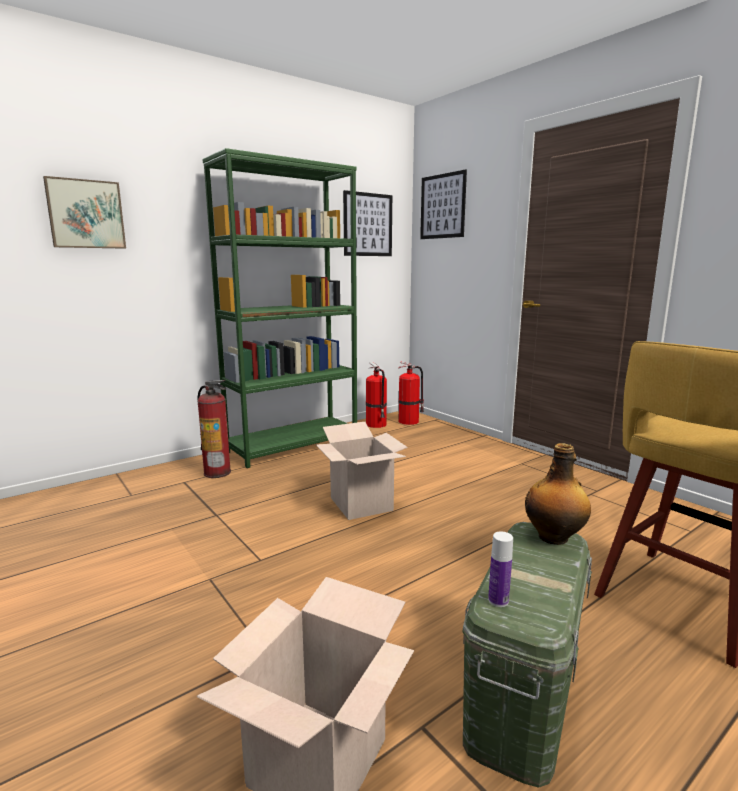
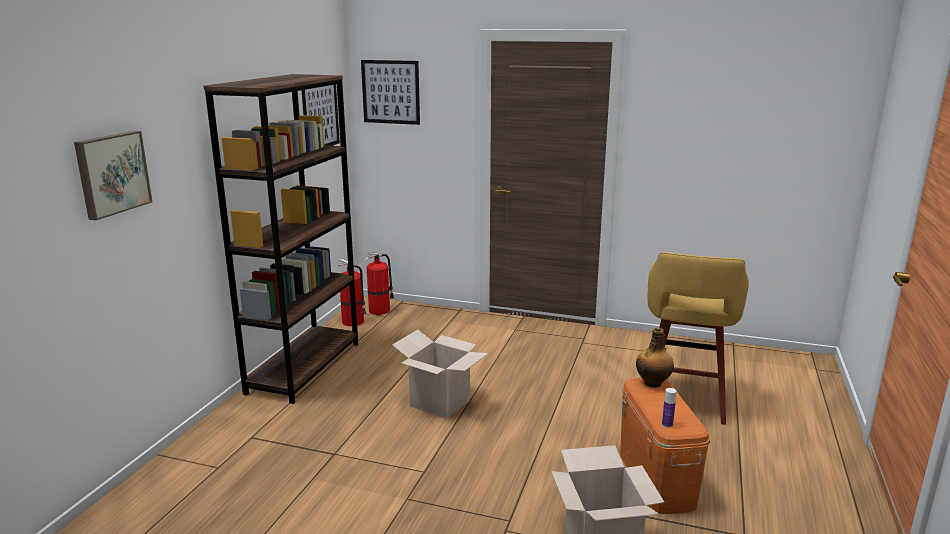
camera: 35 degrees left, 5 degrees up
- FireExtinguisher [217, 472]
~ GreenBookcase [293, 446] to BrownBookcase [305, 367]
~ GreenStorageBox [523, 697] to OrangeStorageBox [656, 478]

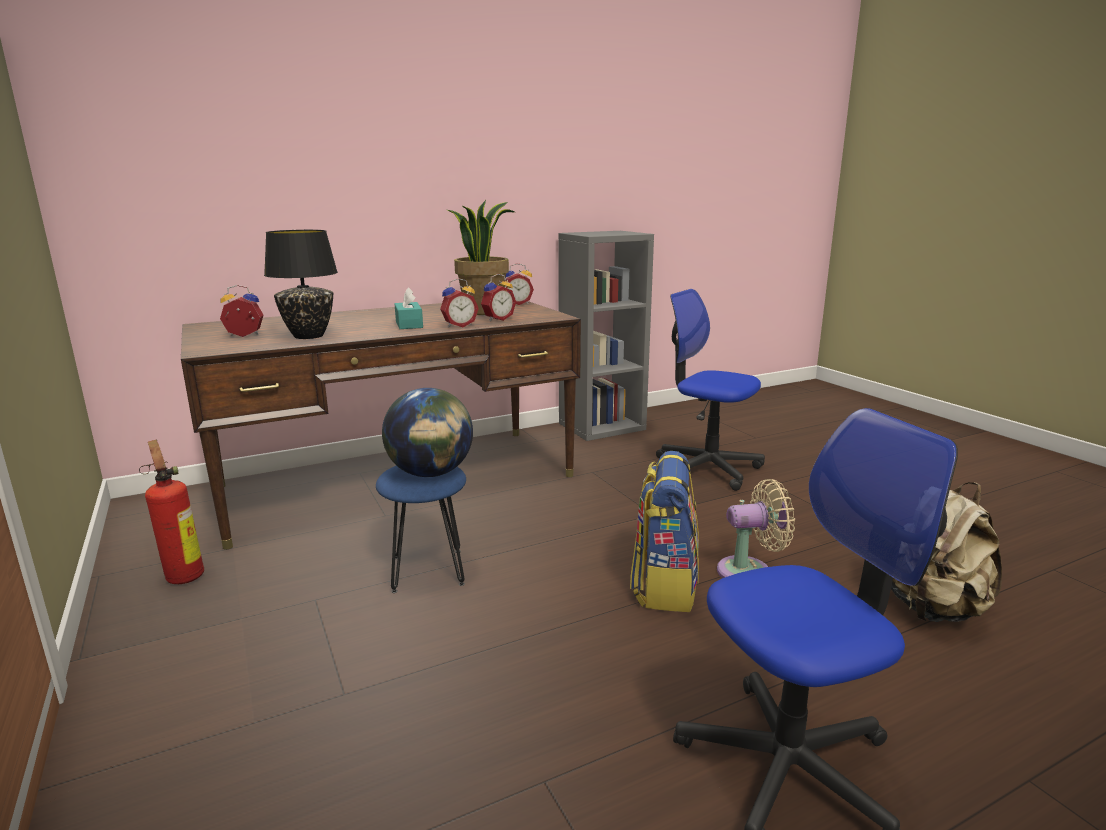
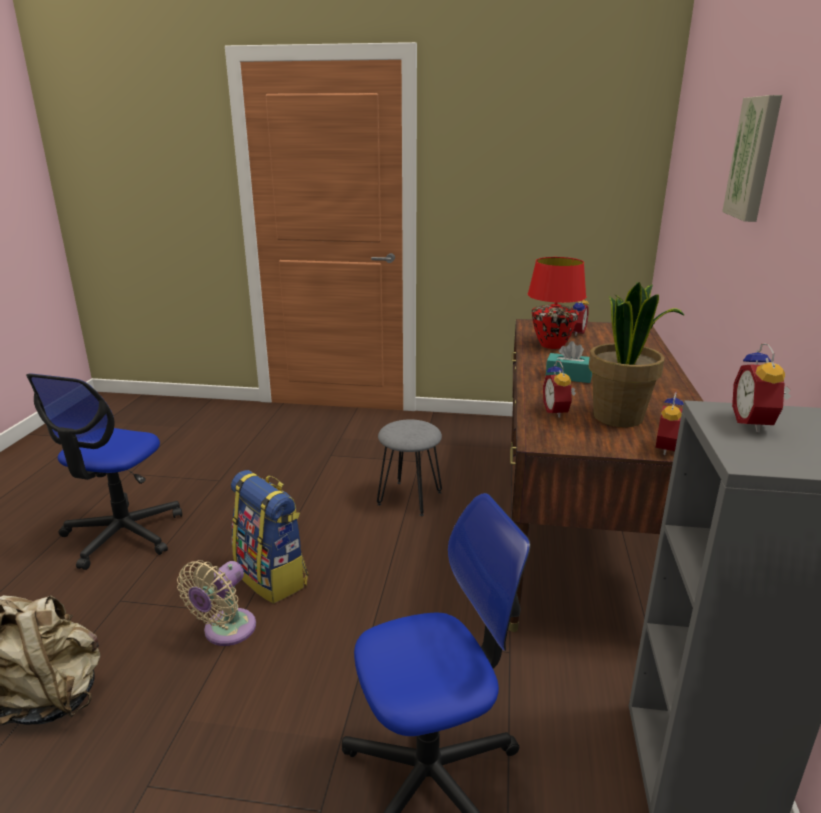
camera: 125 degrees right, 5 degrees up
- FireExtinguisher [185, 575]
- Globe [431, 473]
+ Picture [755, 158]
~ AlarmClock [459, 325] to [755, 423]
~ BlackTableLamp [309, 336] to RedTableLamp [551, 345]
~ BlueStool [427, 570] to GreyStool [409, 498]

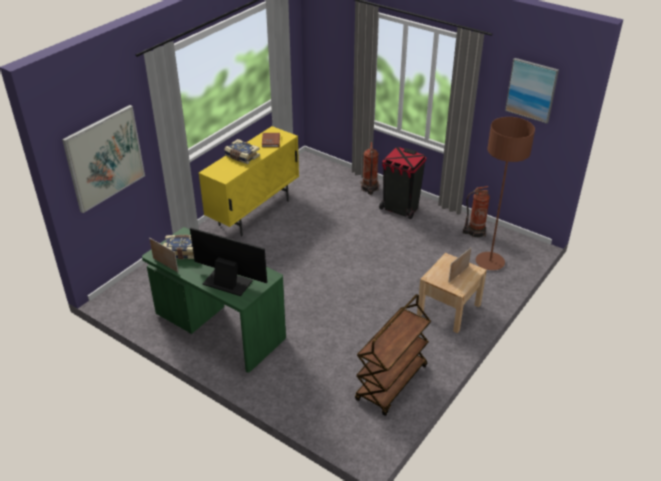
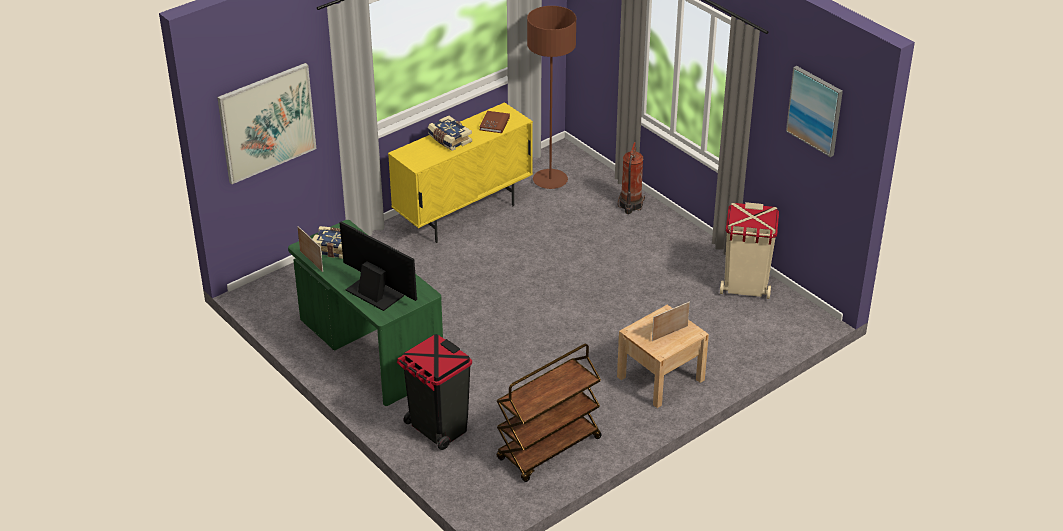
camera: 15 degrees right, 0 degrees up
~ BlackTrashCan [400, 209] to [438, 428]
~ BrownFloorLamp [490, 262] to [550, 180]
~ FireExtinguisher [475, 232] to BeigeTrashCan [745, 287]

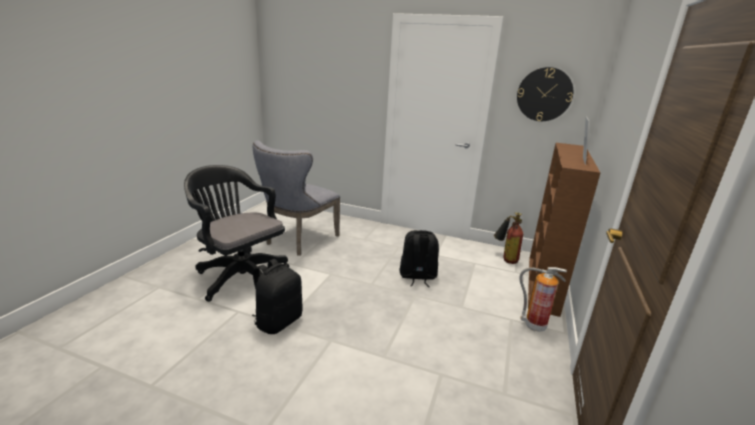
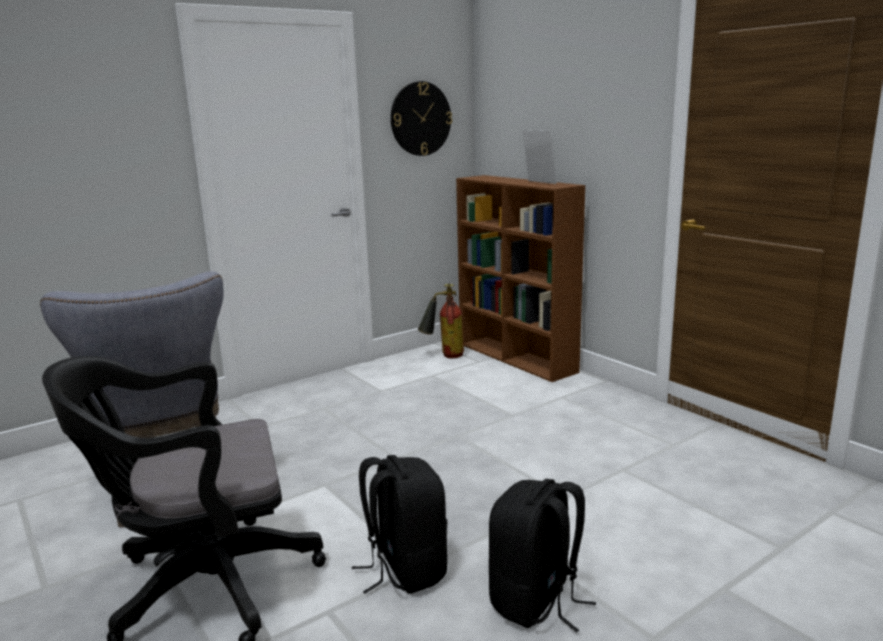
camera: 55 degrees left, 5 degrees down
- FireExtinguisher [533, 326]
~ BlackBackpack [417, 276] to [536, 602]

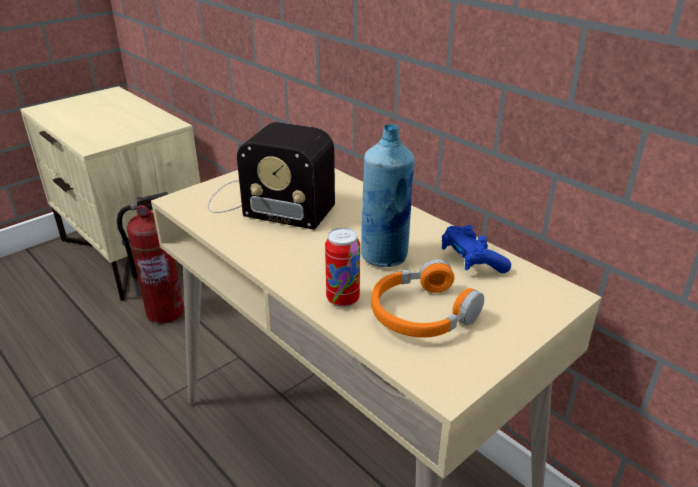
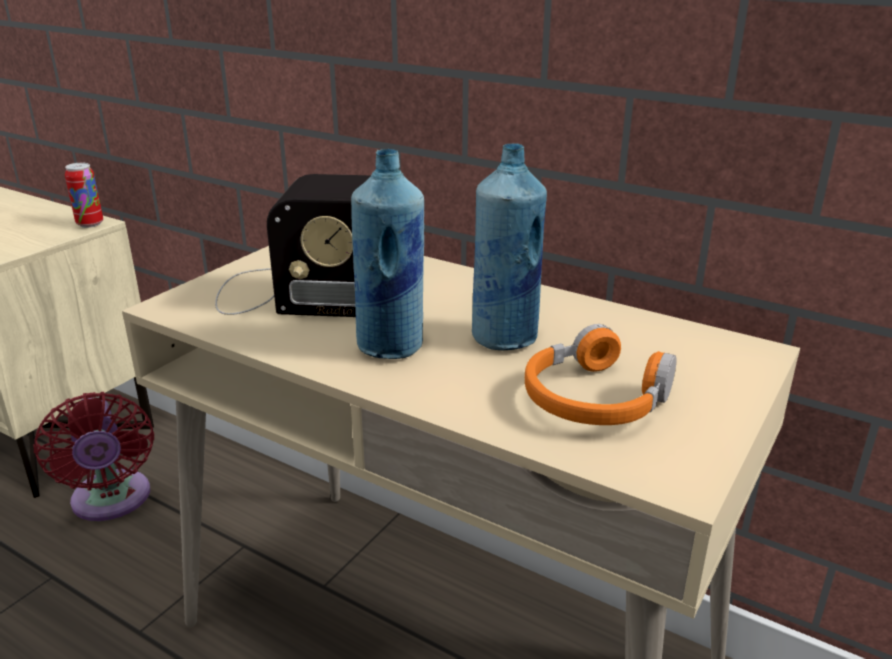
camera: 15 degrees left, 5 degrees down
- BlueGameController [471, 260]
+ BlueBottle [391, 347]
~ Can [343, 299] to [90, 224]
~ FireExtinguisher [166, 311] to RedFan [111, 501]

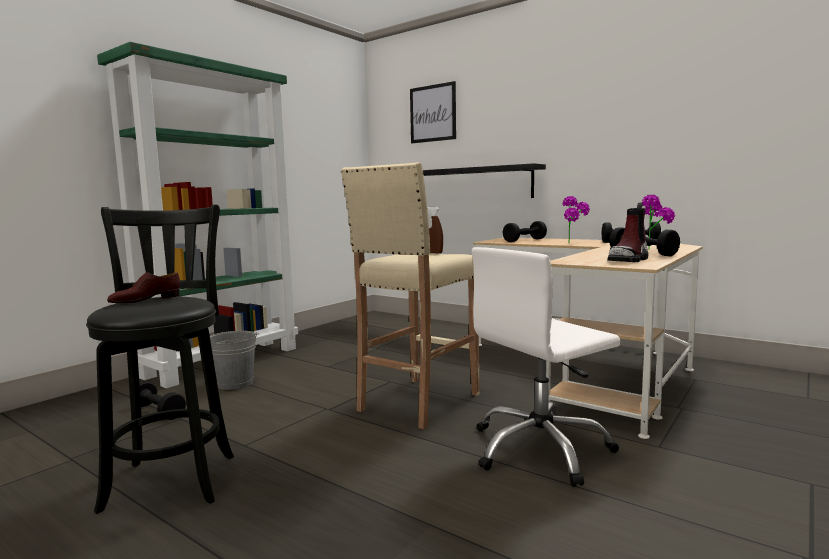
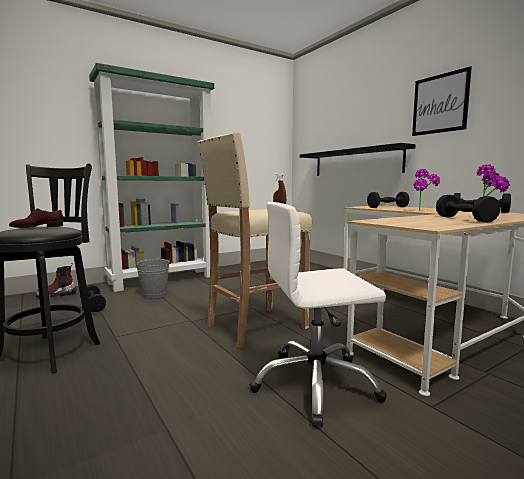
camera: 20 degrees right, 0 degrees up
~ Picture [433, 113] to [440, 104]
~ Boot [628, 260] to [56, 295]

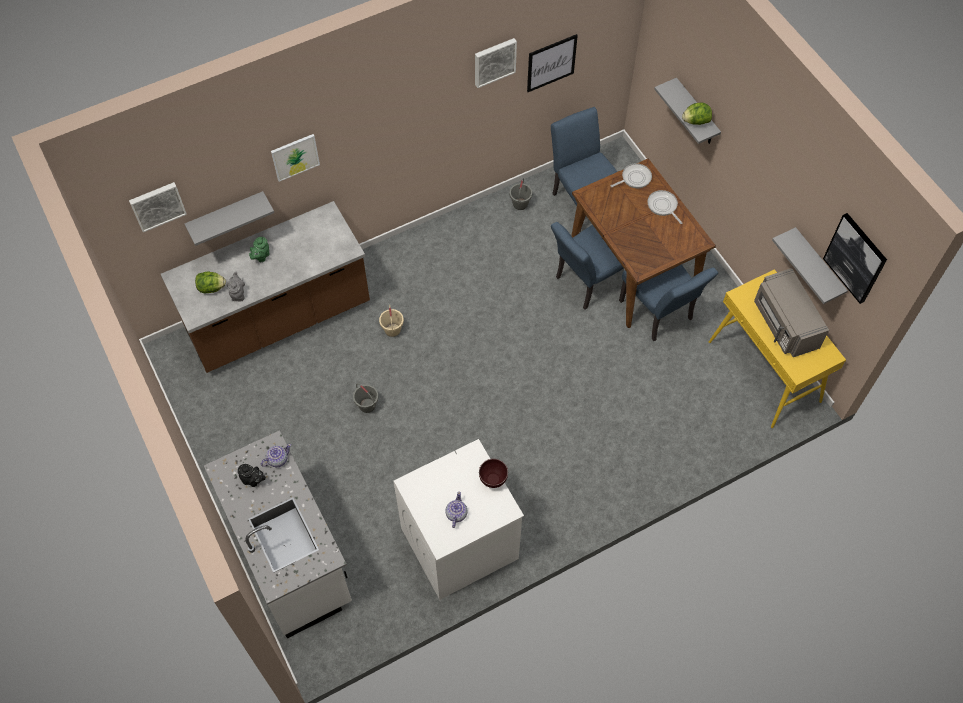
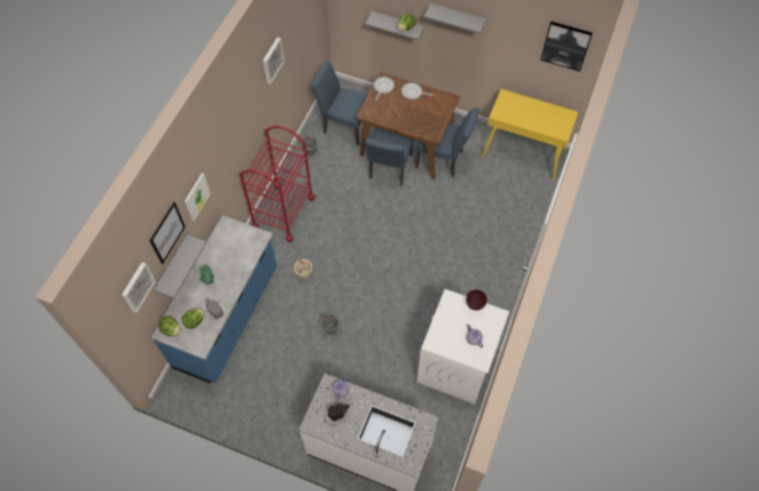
camera: 40 degrees left, 0 degrees up
- GreyMicrowave [784, 324]
+ Lettuce [171, 330]
+ RedCart [283, 212]
~ Picture [551, 63] to [167, 233]
~ GreyShelf [817, 267] to [457, 18]
~ BrownCounter [279, 319] to BlueCounter [228, 318]

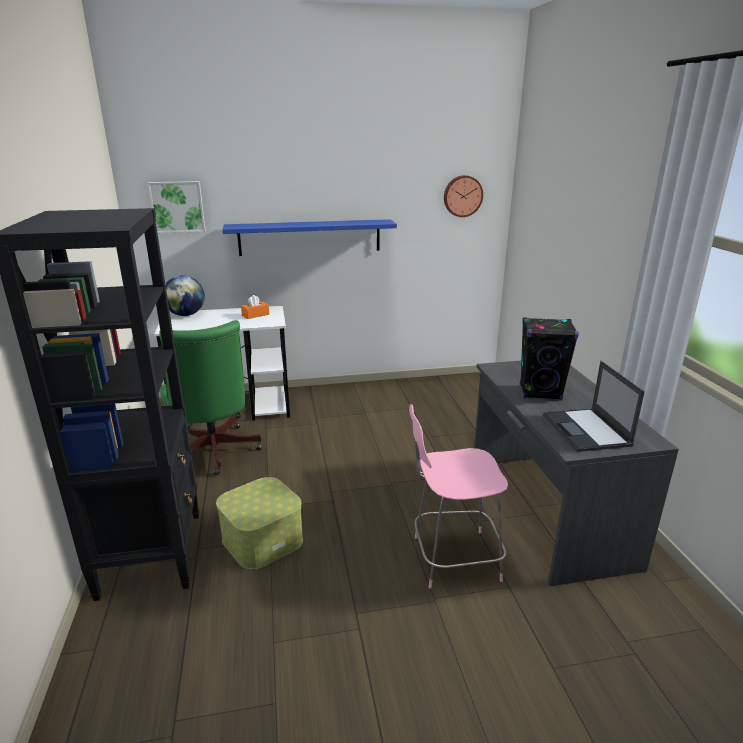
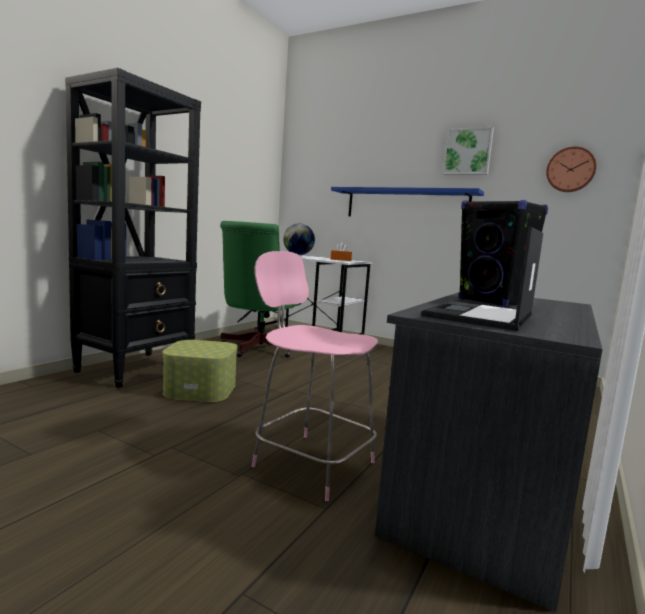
camera: 40 degrees right, 15 degrees down
~ Picture [177, 206] to [468, 152]

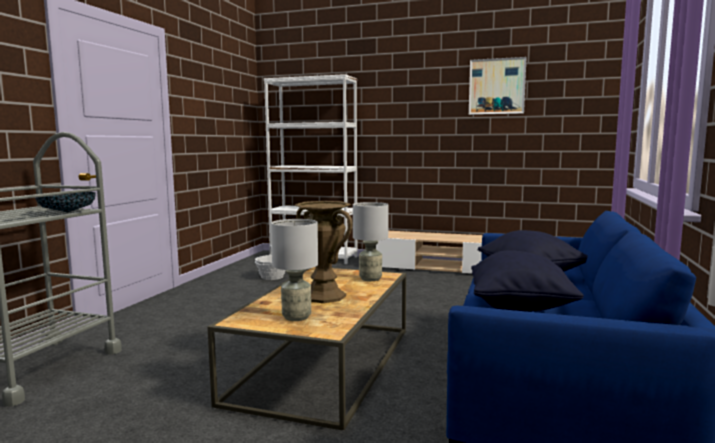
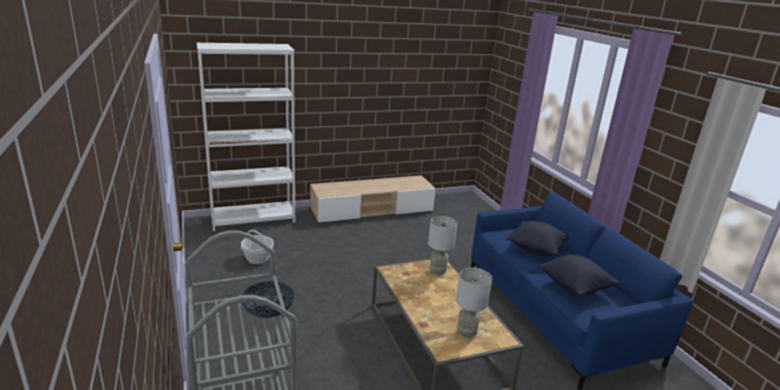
camera: 40 degrees left, 15 degrees up
- BrownVase [323, 296]
- Picture [497, 86]

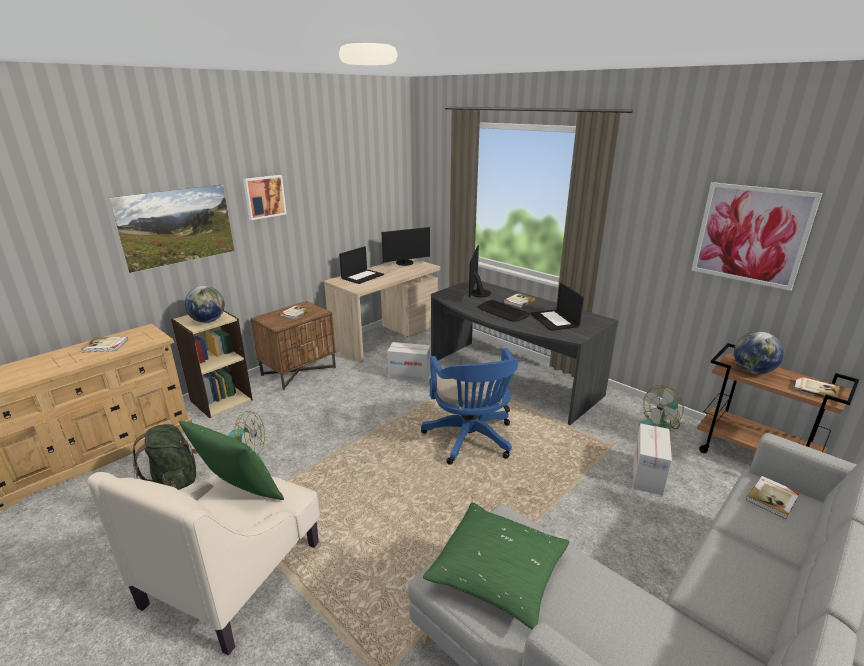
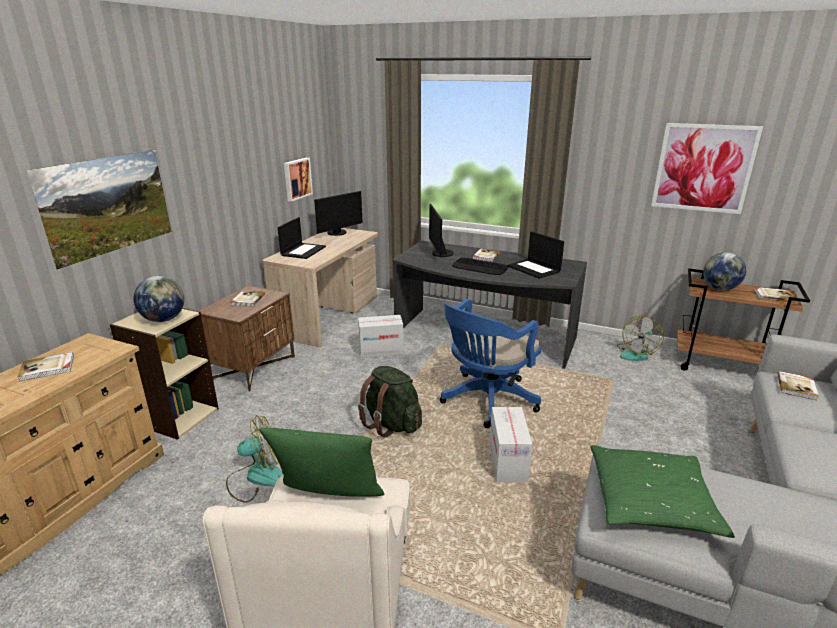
camera: 20 degrees left, 0 degrees up
~ GreenBackpack [175, 484] to [391, 424]
~ Picture [264, 196] to [296, 179]
~ CardboardBox [647, 474] to [507, 462]
~ BlueOfficeChair [470, 440] = [486, 401] 75 degrees clockwise

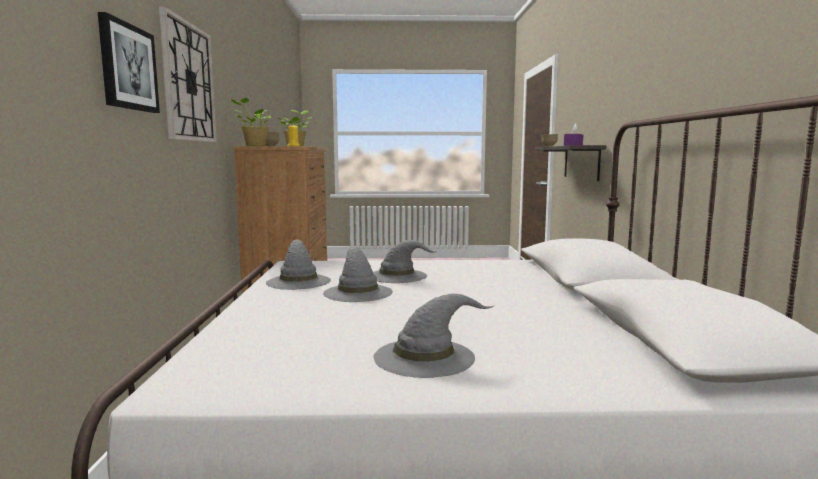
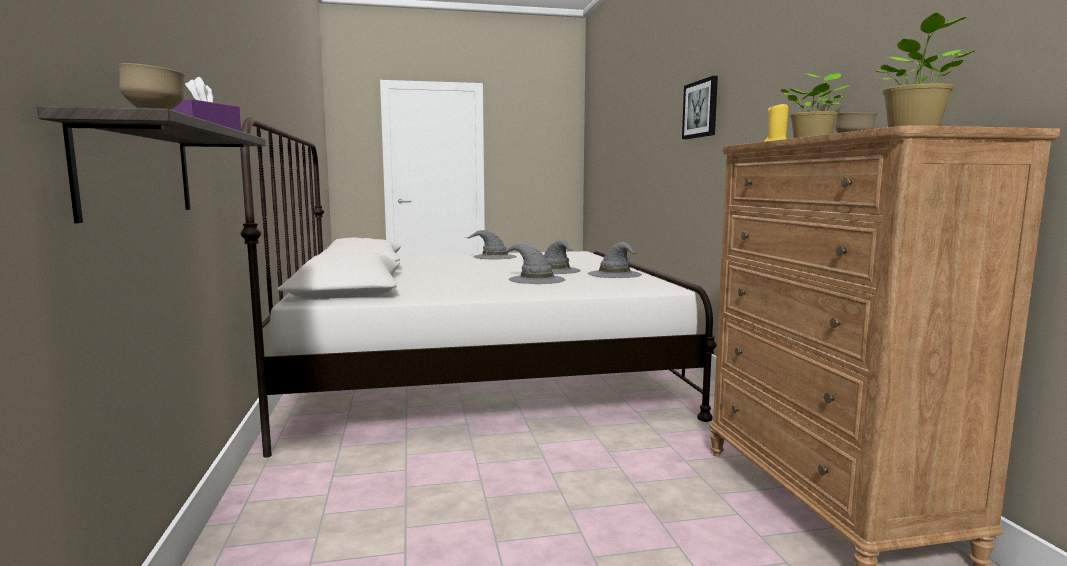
camera: 170 degrees right, 0 degrees up
- WallClock [188, 82]

